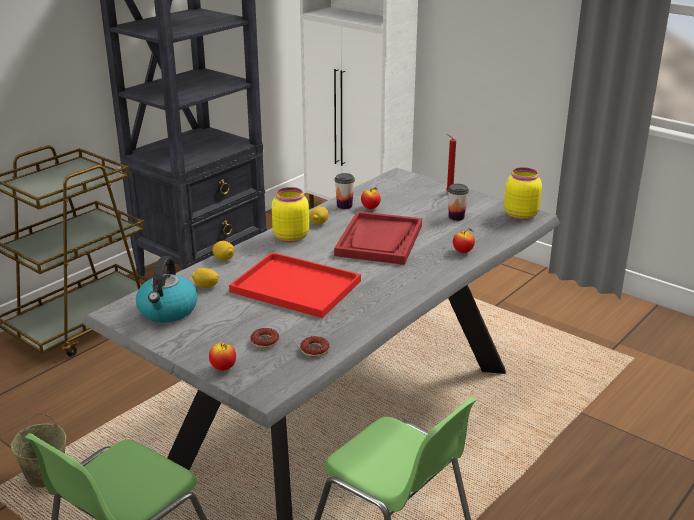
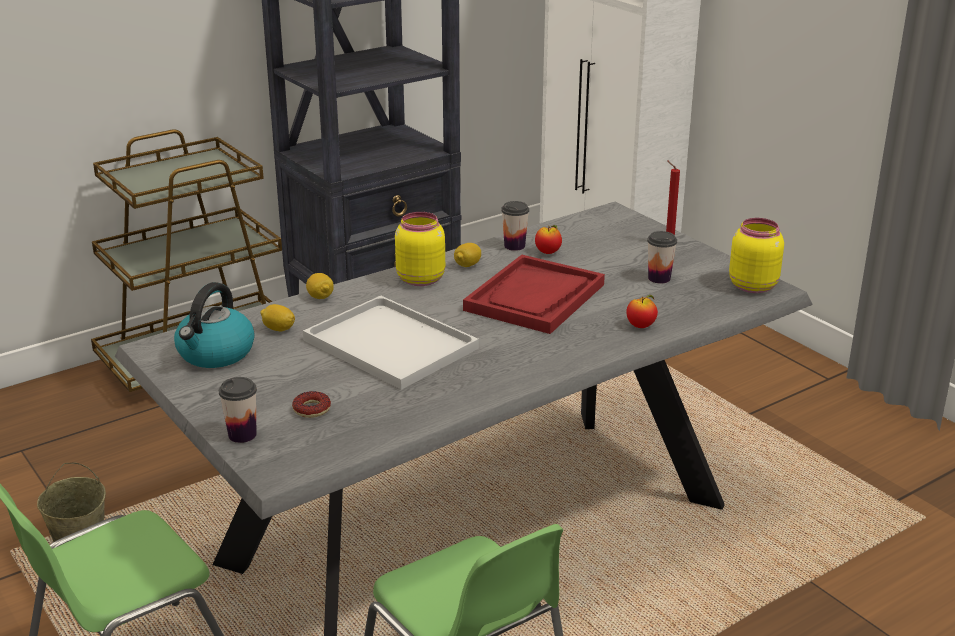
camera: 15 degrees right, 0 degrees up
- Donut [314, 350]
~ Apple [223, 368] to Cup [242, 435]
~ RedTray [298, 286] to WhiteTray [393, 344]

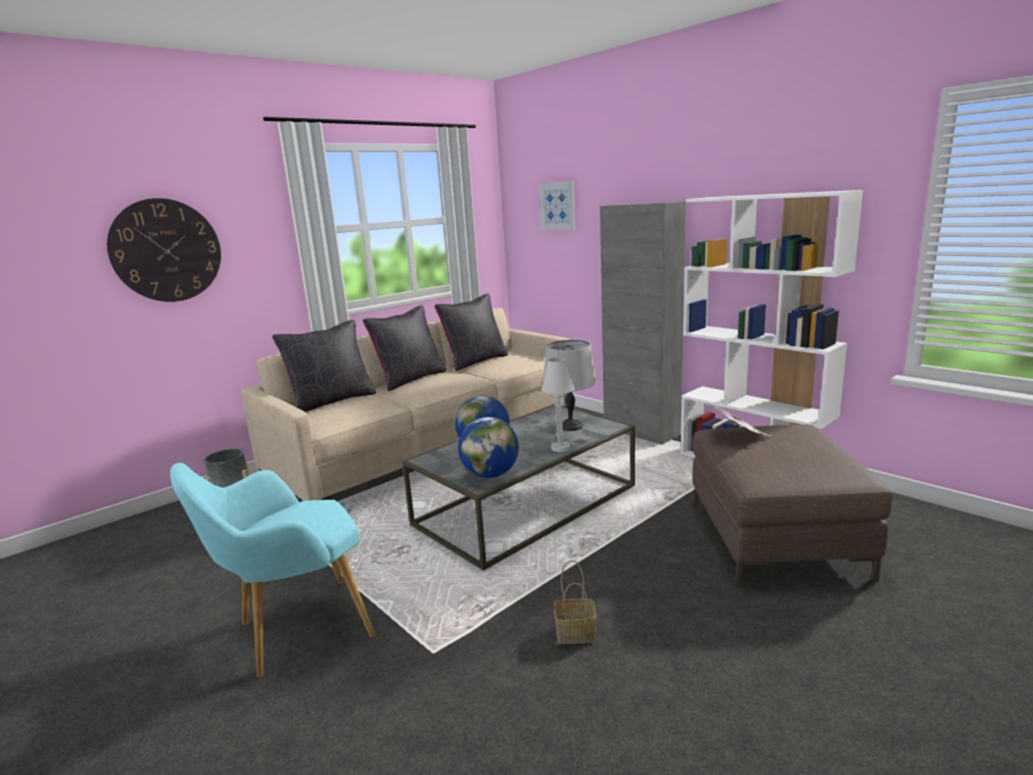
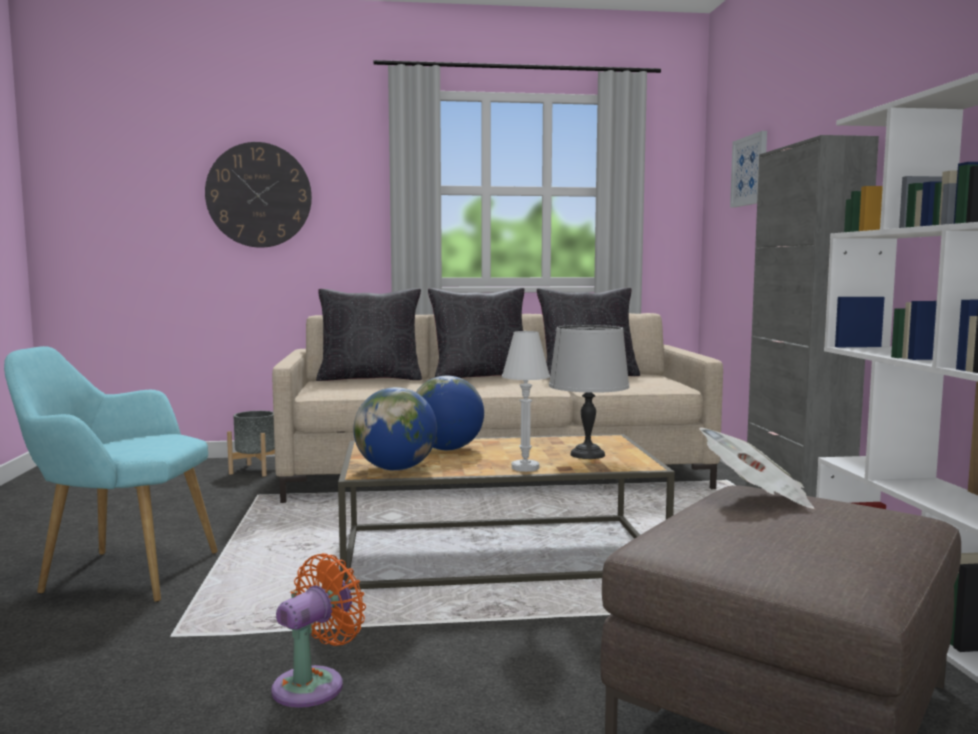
camera: 35 degrees right, 10 degrees down
~ Basket [574, 634] to OrangeFan [314, 684]
~ GreyCoffeeTable [526, 505] to BrownCoffeeTable [498, 551]

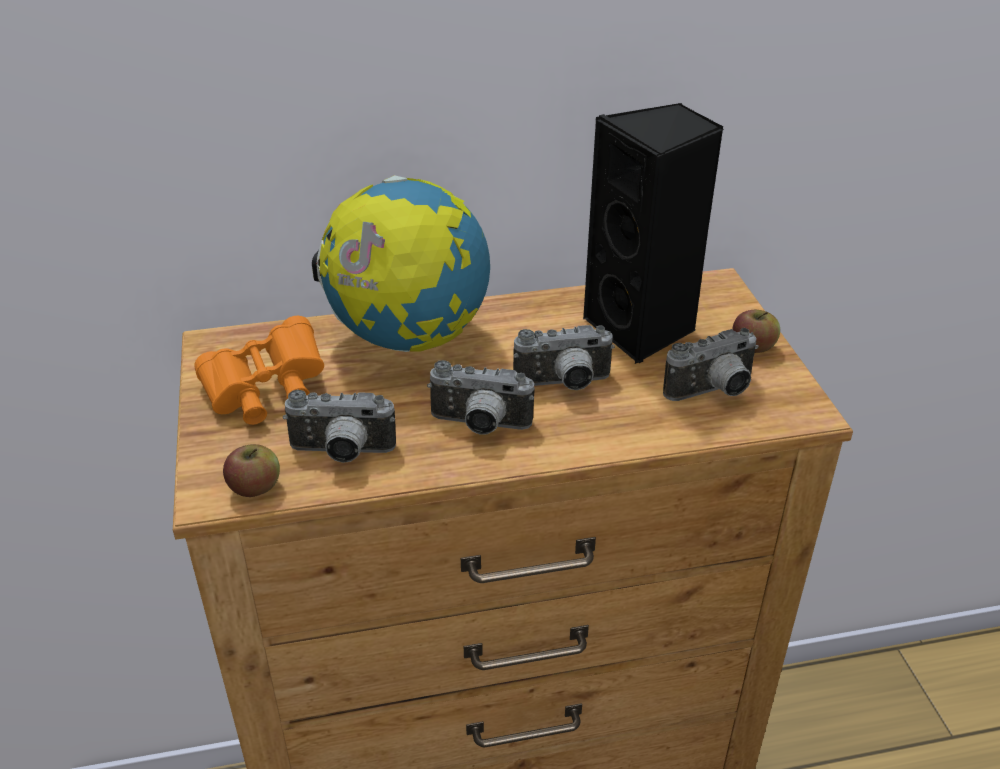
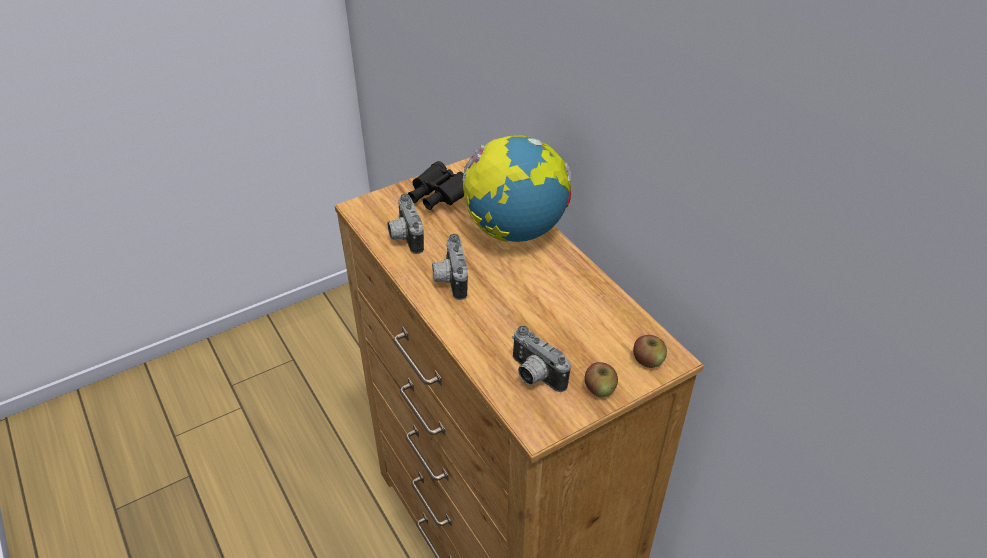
camera: 70 degrees right, 5 degrees up
- PhotoCamera [564, 385]
- BlackSpeaker [642, 329]
~ Apple [255, 487] to [648, 360]
~ OrangeBinoculars [266, 393] to BlackBinoculars [440, 197]

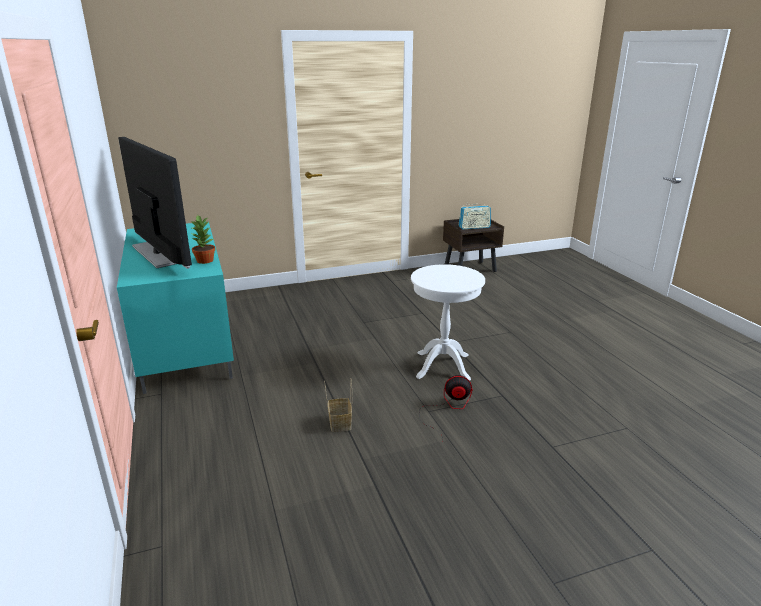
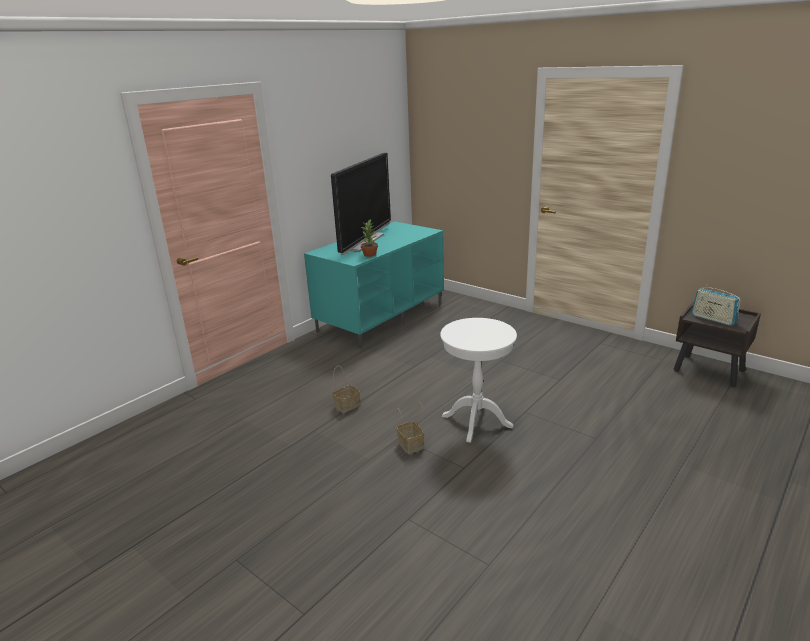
camera: 60 degrees right, 0 degrees up
~ Fan [447, 409] to Basket [411, 445]

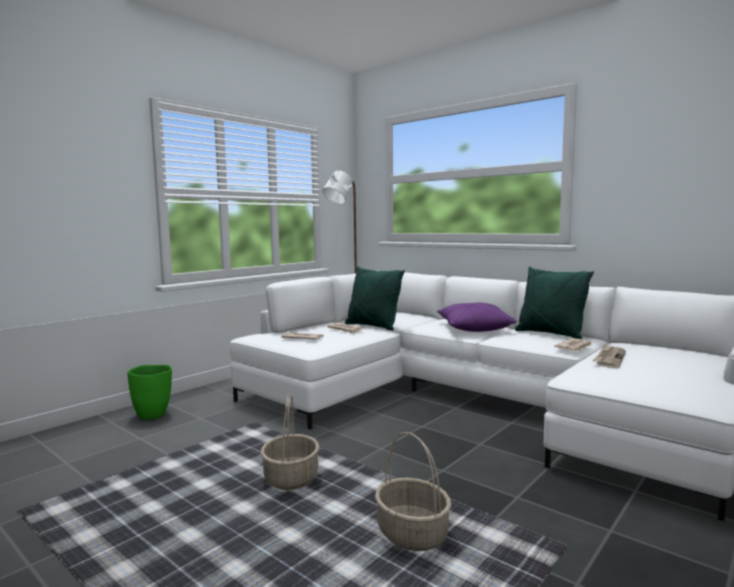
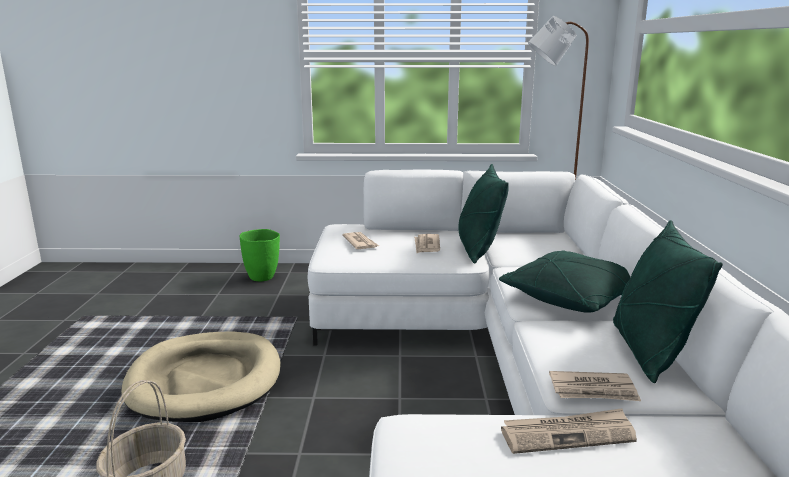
camera: 50 degrees right, 10 degrees up
~ Basket [290, 478] to BeigeDogBed [206, 380]
~ PurplePillow [473, 328] to GreenPillow [571, 297]

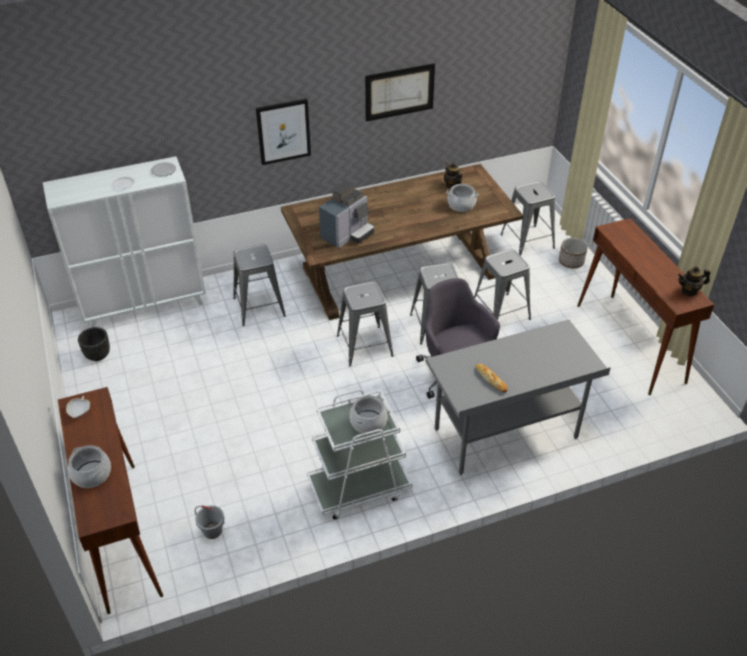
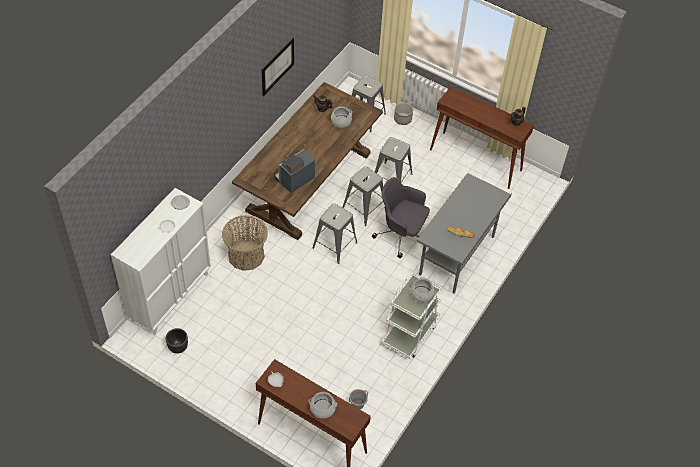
camera: 40 degrees left, 10 degrees up
- Picture [283, 131]
~ GreyStool [259, 307] to Basket [246, 255]
~ CoffeeMachine [347, 234] = [294, 180] 135 degrees counterclockwise

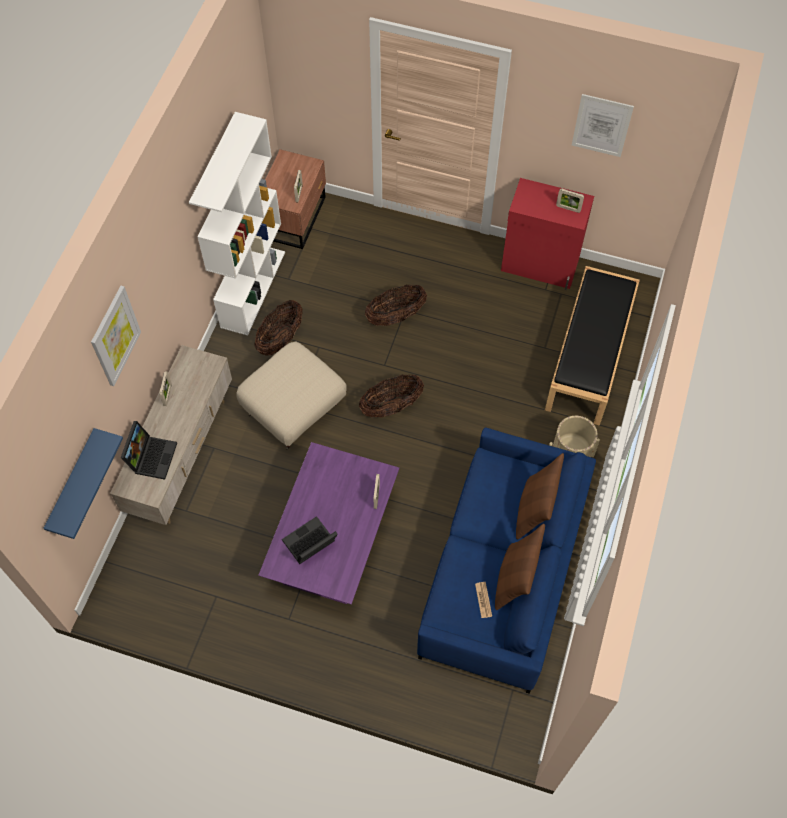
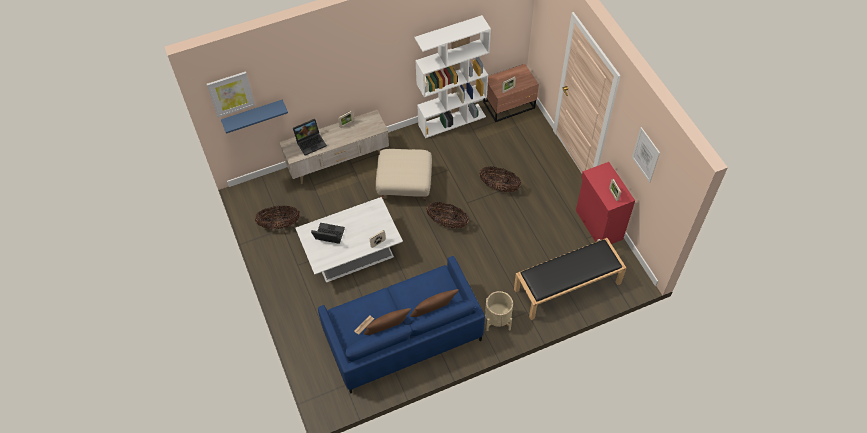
camera: 50 degrees right, 5 degrees down
~ Picture [115, 336] to [231, 94]
~ Basket [280, 339] to [279, 224]
~ PurpleCoffeeTable [333, 543] to WhiteCoffeeTable [351, 254]

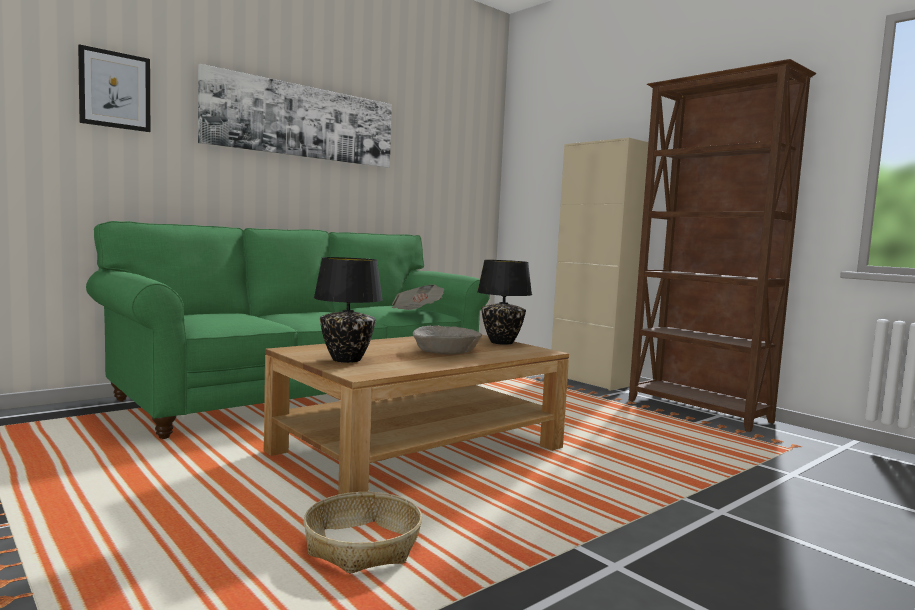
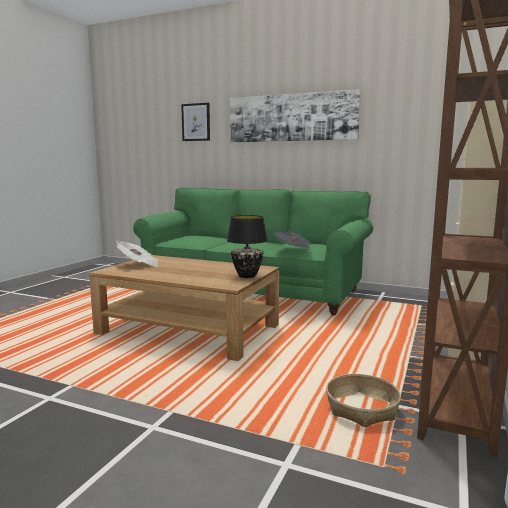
camera: 65 degrees right, 5 degrees up
- BeigeBowl [446, 352]
~ Basket [362, 546] to [361, 408]
~ BlackTableLamp [346, 359] to Newspaper [139, 265]

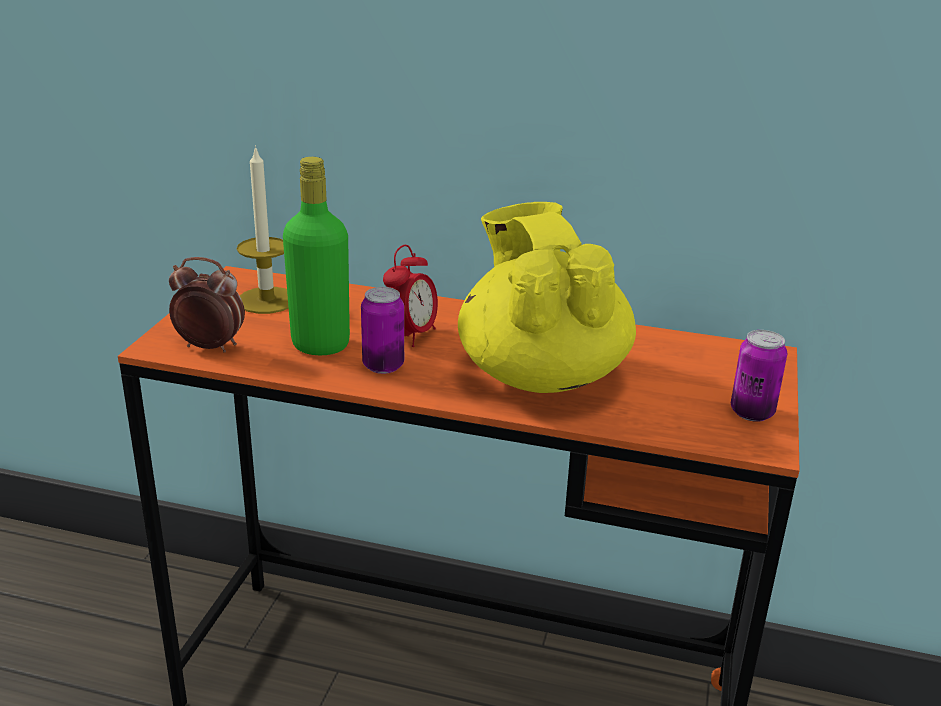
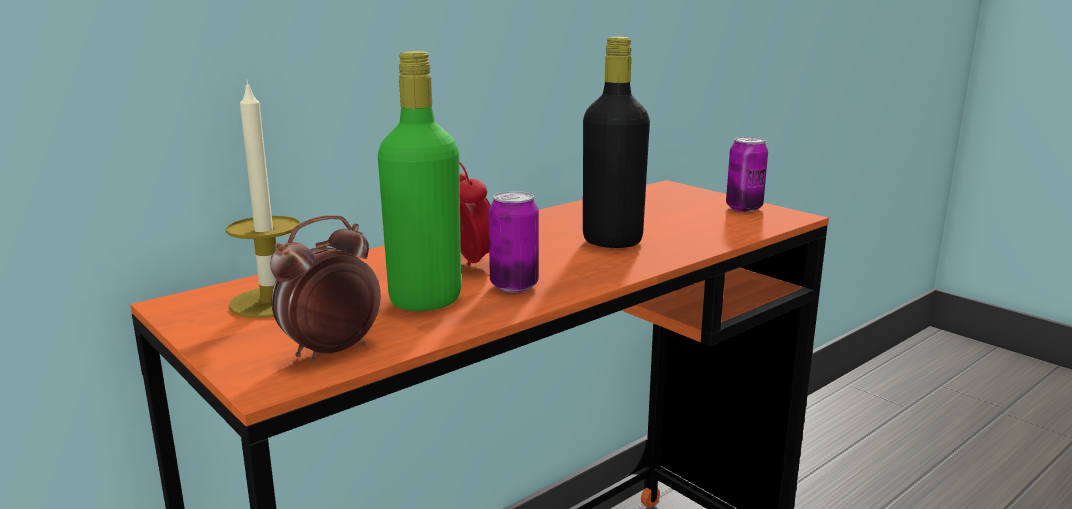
camera: 55 degrees left, 10 degrees down
~ YellowTeapot [541, 374] to BlackBottle [612, 241]

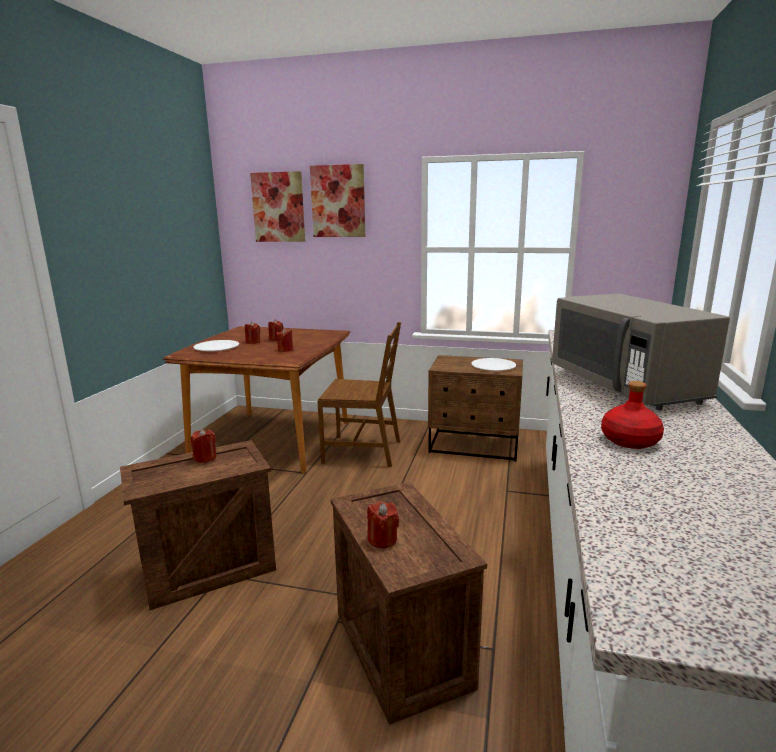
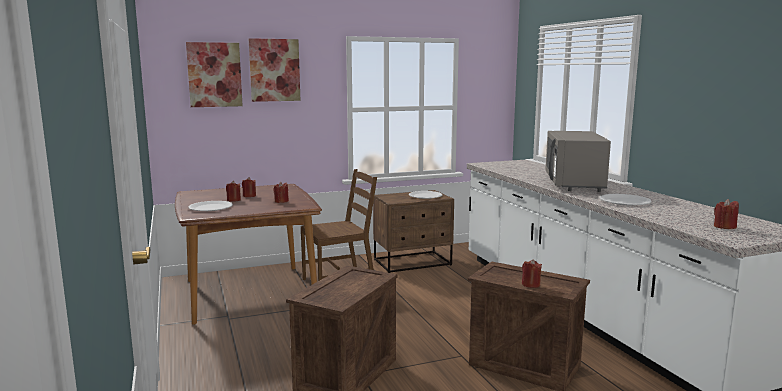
camera: 35 degrees left, 5 degrees down
~ RedCandle [205, 458] to [724, 227]
~ RedBottle [630, 441] to WhitePlate [625, 201]
~ GreyMicrowave [625, 386] = [573, 183] 60 degrees clockwise

